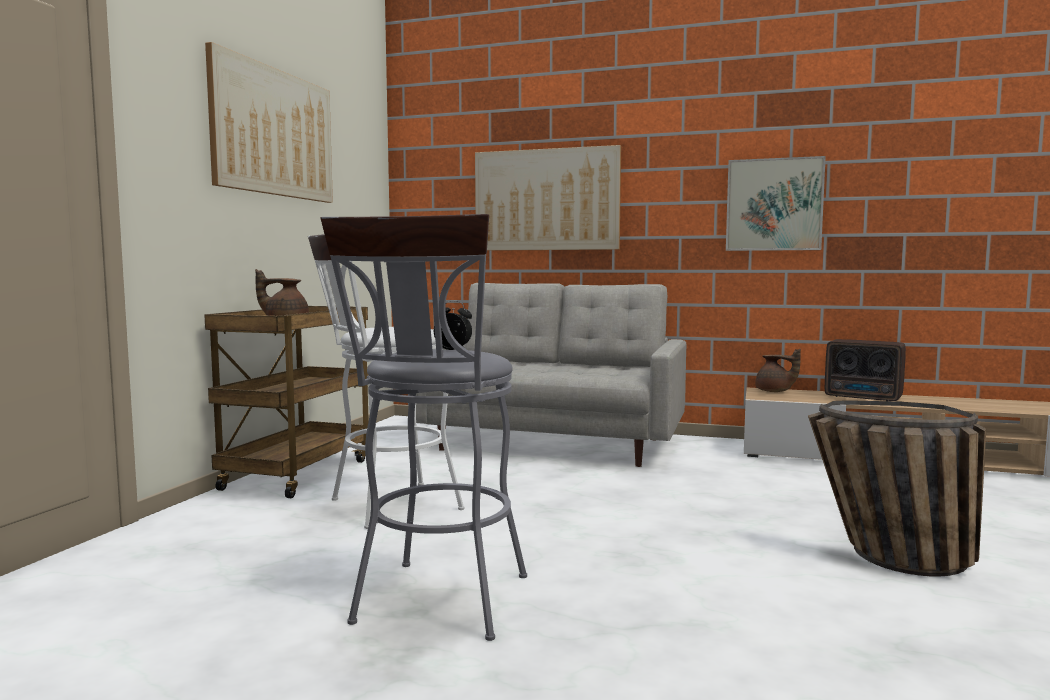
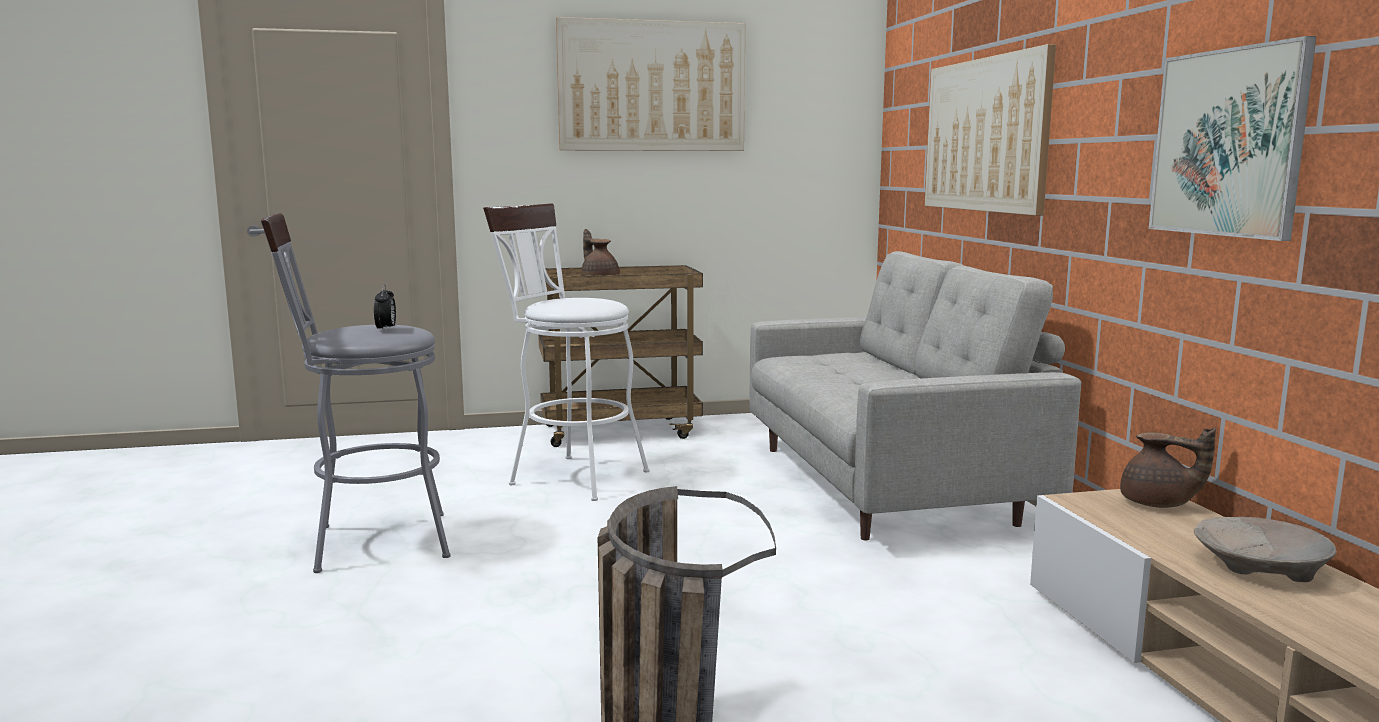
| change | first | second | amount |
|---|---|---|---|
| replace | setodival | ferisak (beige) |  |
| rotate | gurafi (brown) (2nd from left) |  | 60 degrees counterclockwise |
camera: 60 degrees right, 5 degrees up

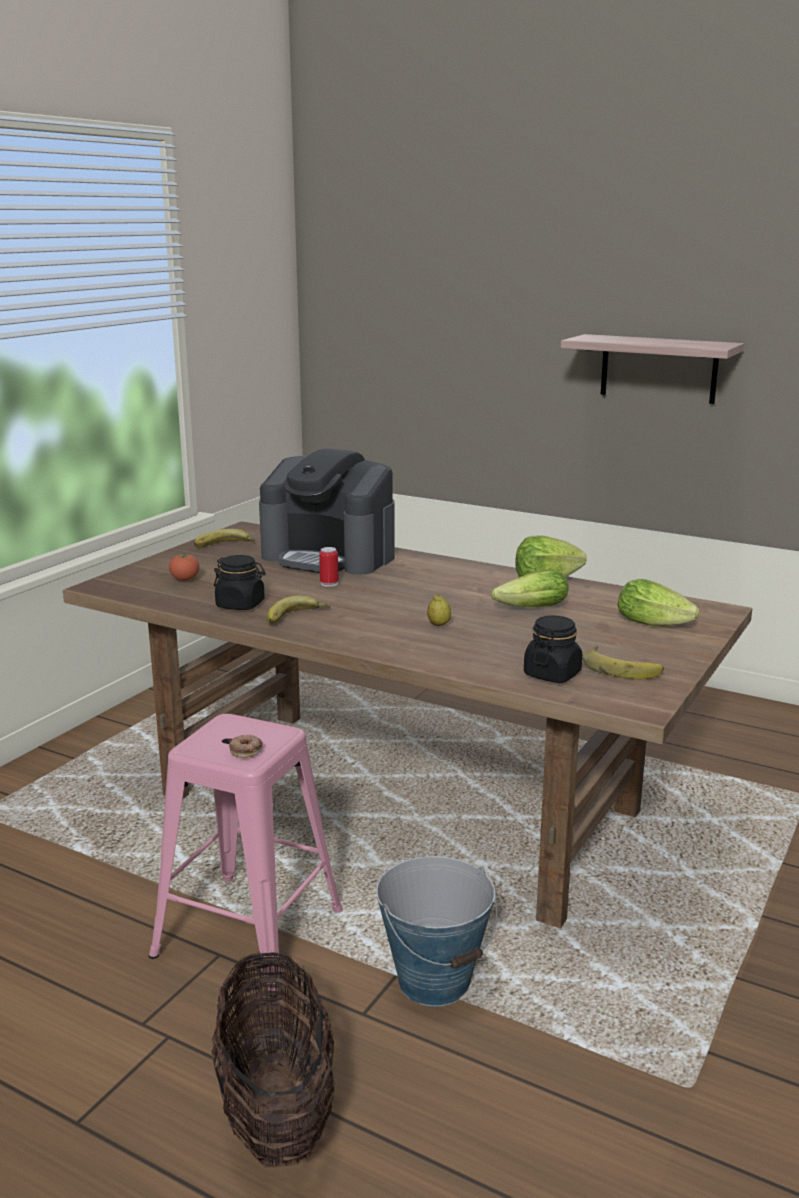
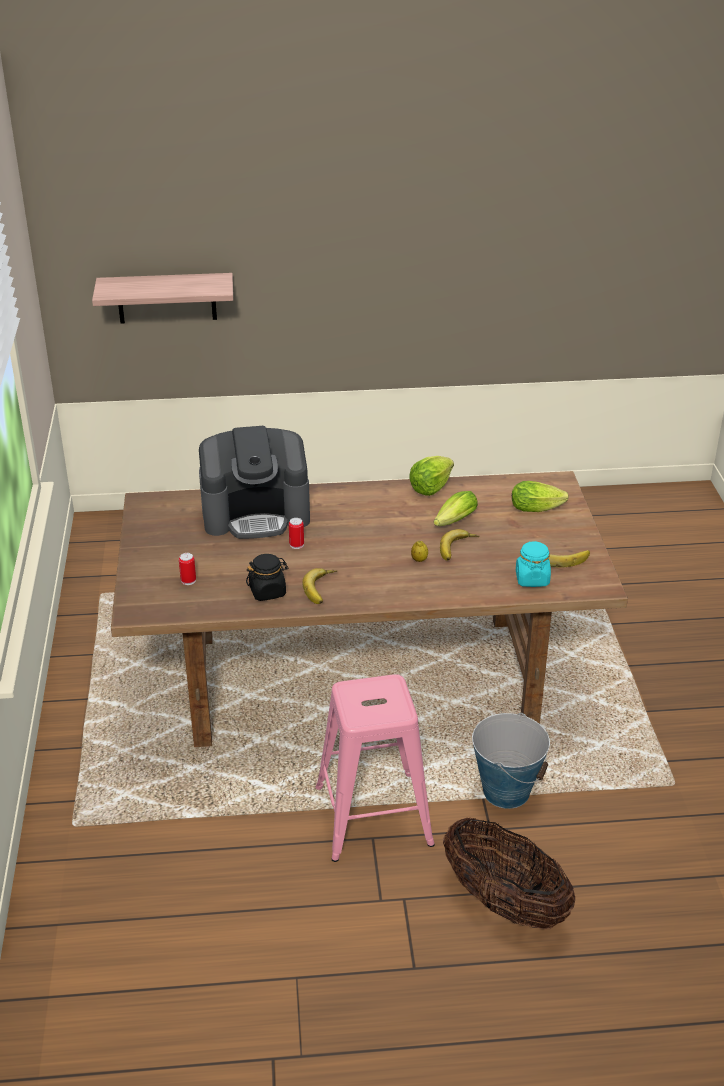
| change | first | second | amount |
|---|---|---|---|
| move | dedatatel |  |  |
| move | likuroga (1st from left in the first image) | likuroga (2nd from left) |  |
| replace | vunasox | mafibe (1st from left) |  |
| recolor | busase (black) (2nd from left) | busase (turquoise) |  |
| delete | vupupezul |  |  |
camera: 35 degrees left, 15 degrees up

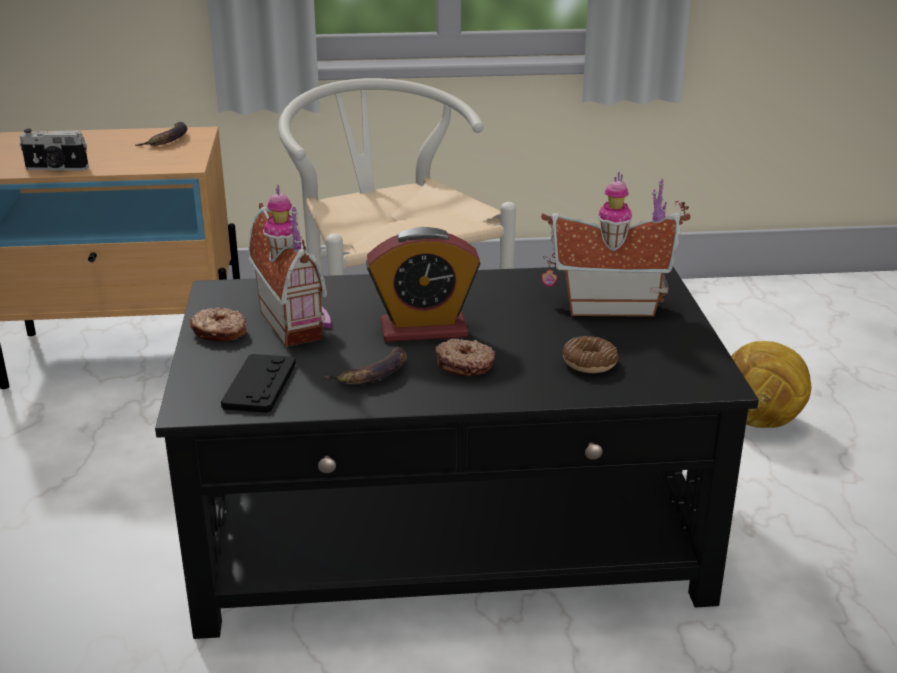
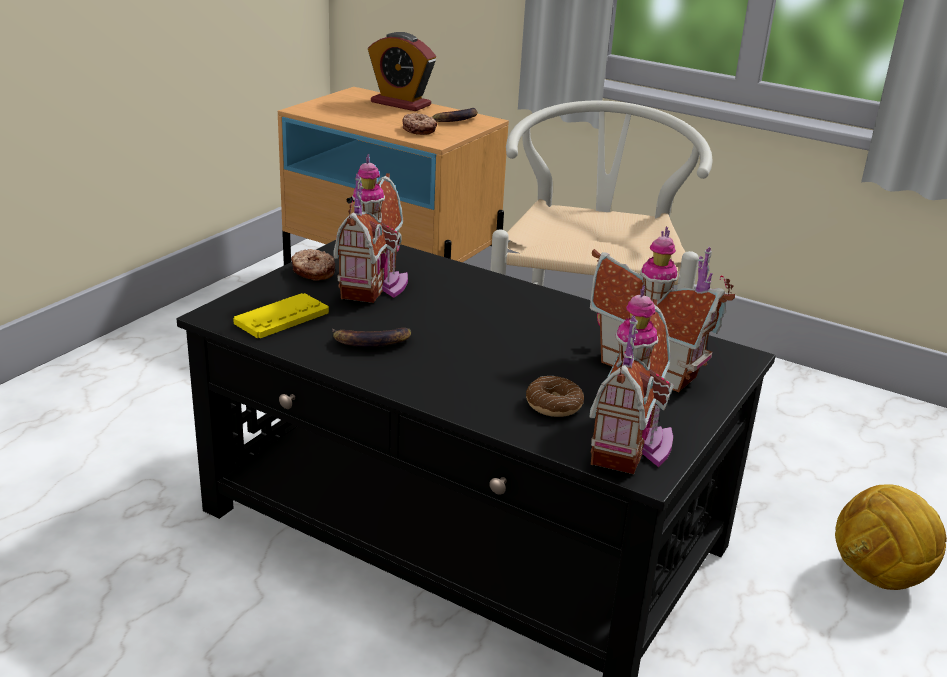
| change | first | second | amount |
|---|---|---|---|
| delete | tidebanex |  |  |
| move | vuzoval |  |  |
| move | vupupezul (2nd from left) |  |  |
| recolor | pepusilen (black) | pepusilen (yellow) |  |
| insert |  | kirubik (2nd from left) |  |
camera: 35 degrees right, 0 degrees up

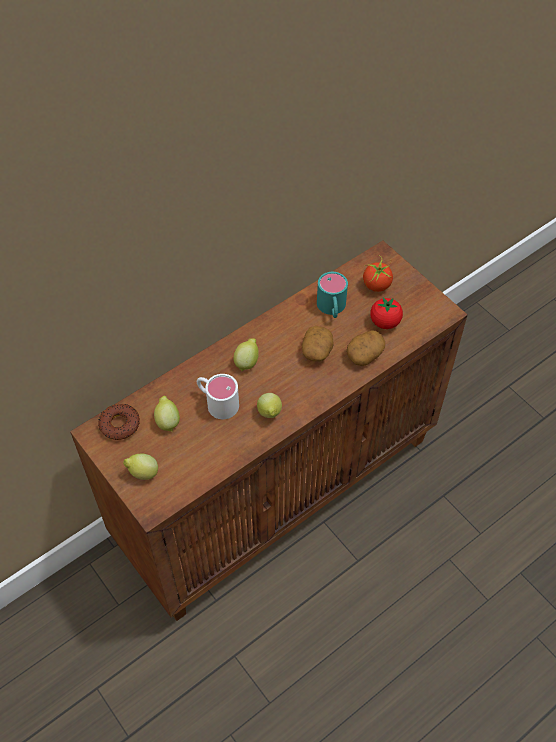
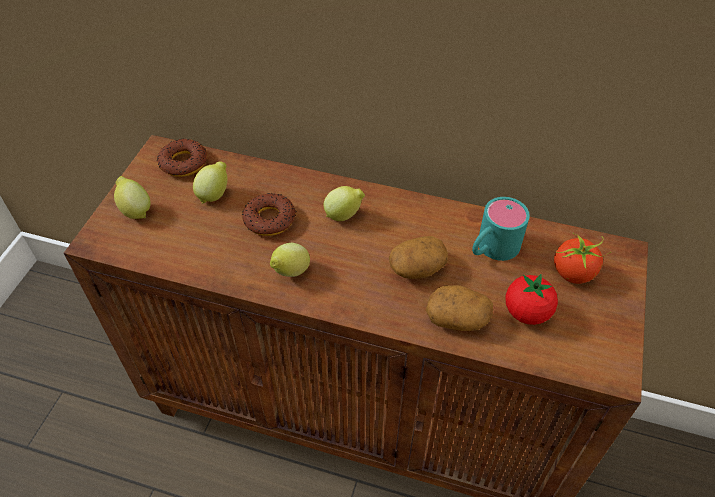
| change | first | second | amount |
|---|---|---|---|
| replace | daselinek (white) | vupupezul (2nd from left) |  |
camera: 55 degrees right, 5 degrees down

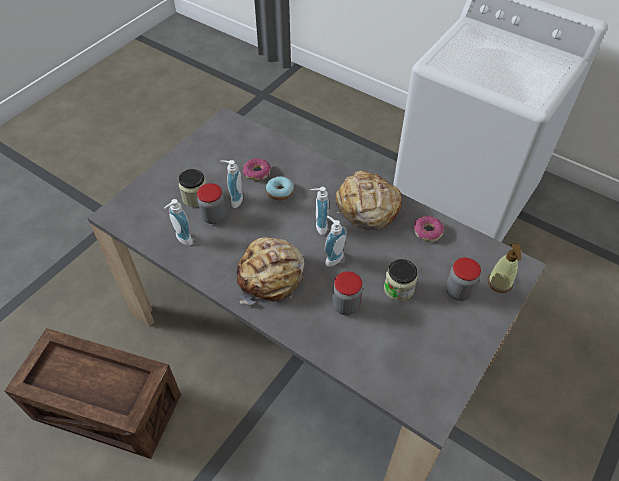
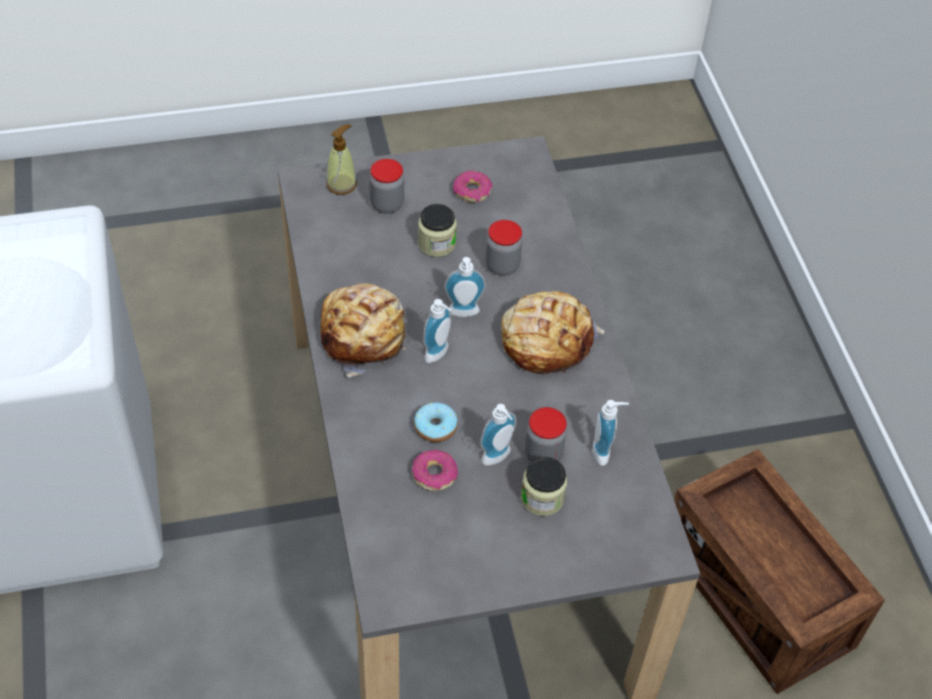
| change | first | second | amount |
|---|---|---|---|
| move | vupupezul (3rd from left) |  |  |
camera: 140 degrees left, 0 degrees up

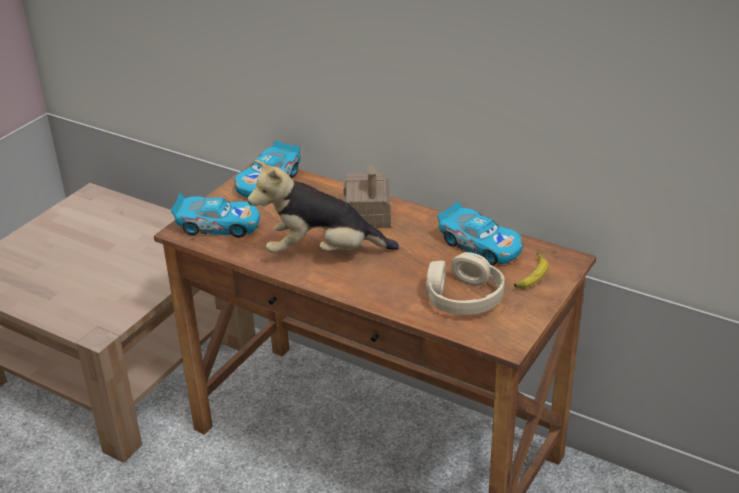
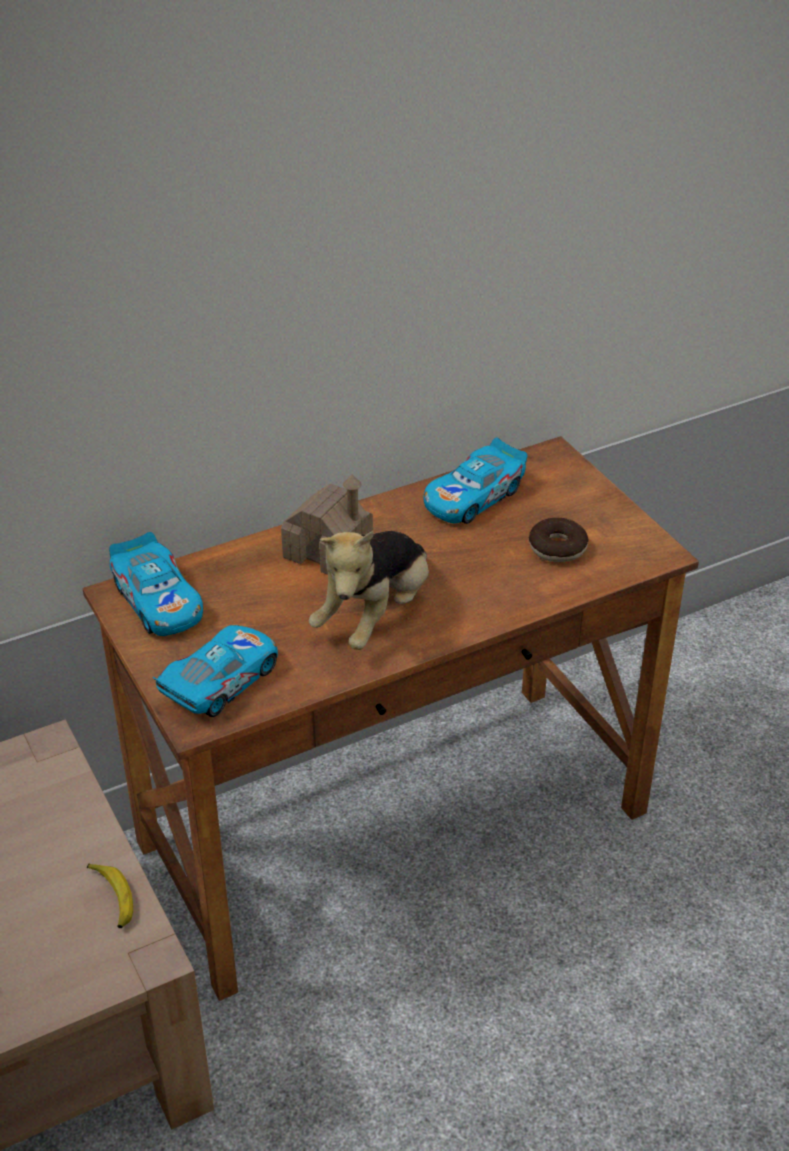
| change | first | second | amount |
|---|---|---|---|
| rotate | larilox (3rd from left) |  | 150 degrees clockwise |
| replace | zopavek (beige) | vupupezul |  |
| move | likuroga |  |  |
camera: 60 degrees left, 5 degrees up

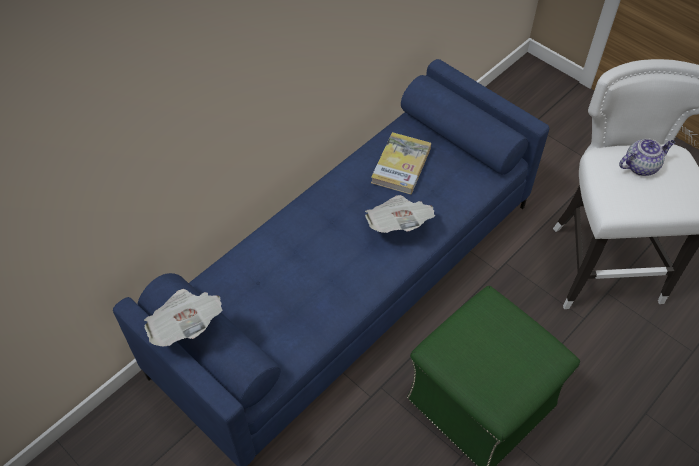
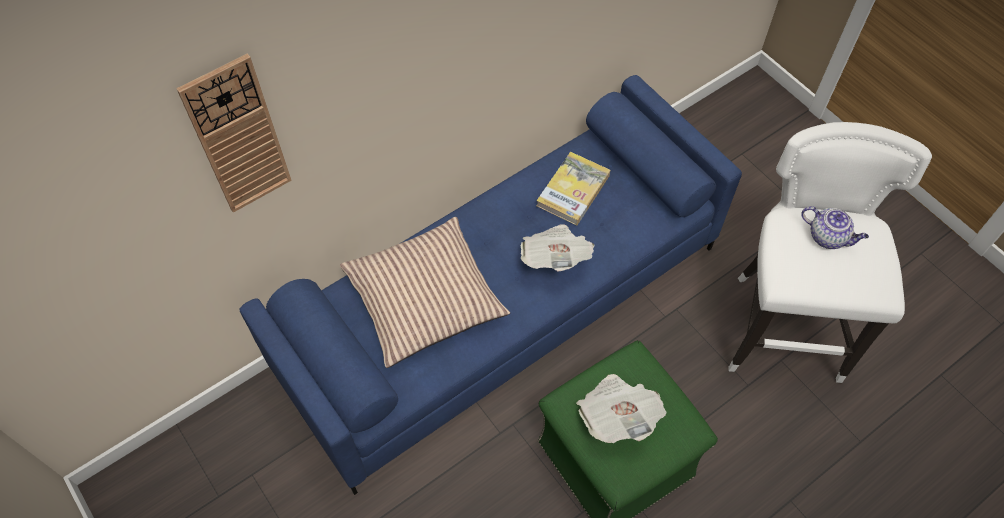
| change | first | second | amount |
|---|---|---|---|
| rotate | gurafi |  | 45 degrees clockwise |
| move | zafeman (1st from left in the first image) | zafeman (2nd from left) |  |
| insert |  | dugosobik |  |
| insert |  | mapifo |  |
camera: 10 degrees right, 5 degrees up

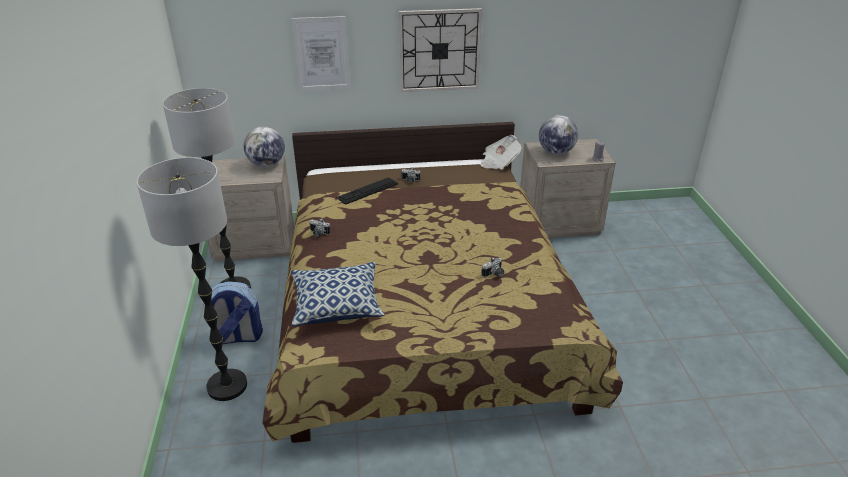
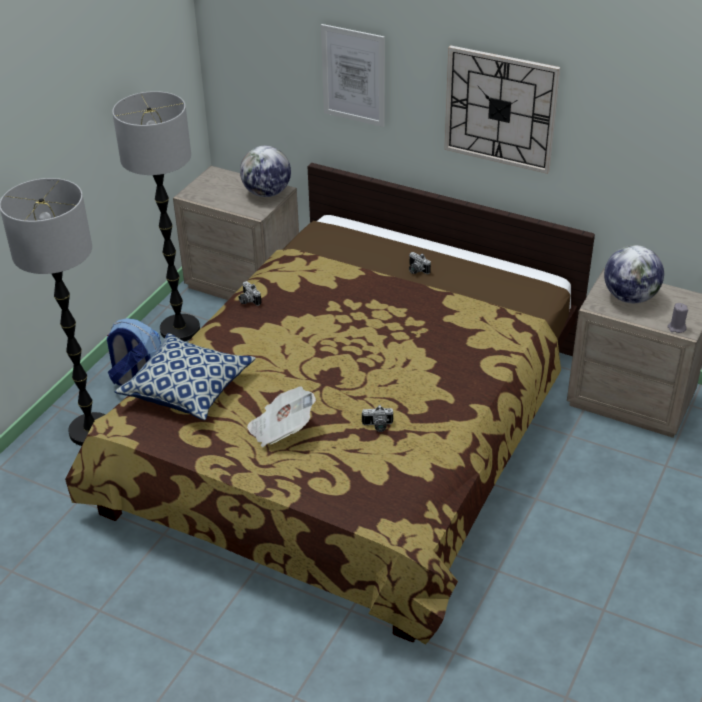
| change | first | second | amount |
|---|---|---|---|
| move | zafeman |  |  |
| delete | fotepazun |  |  |
camera: 35 degrees right, 5 degrees up

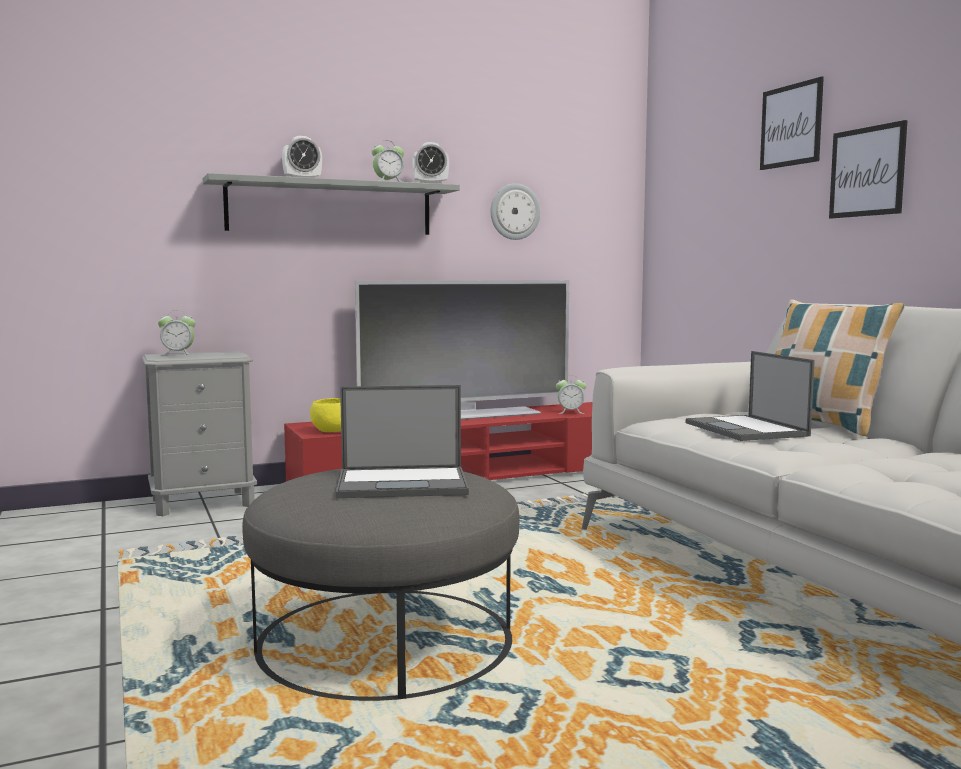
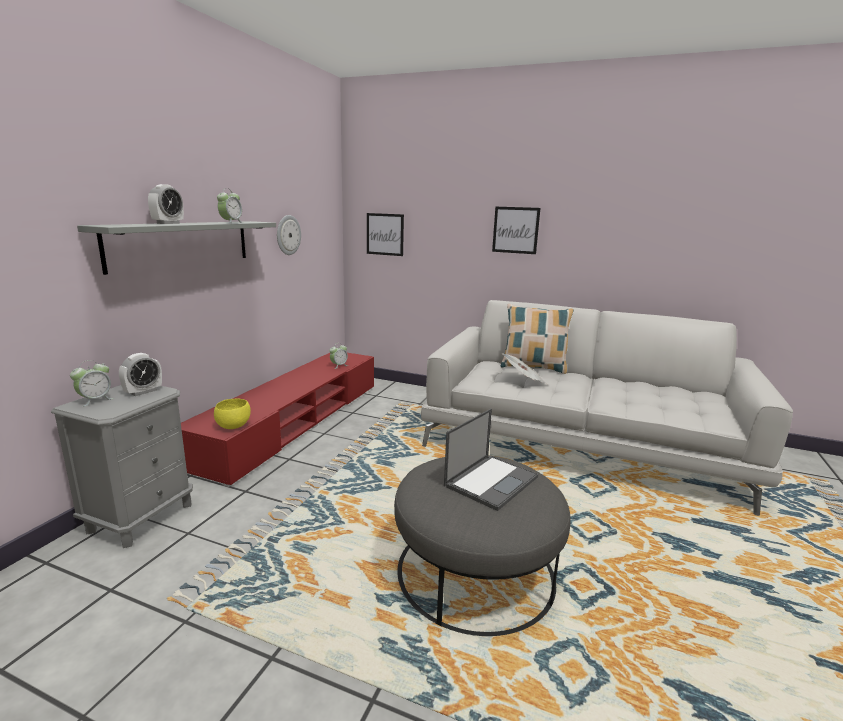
| change | first | second | amount |
|---|---|---|---|
| move | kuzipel (1st from left) |  |  |
| move | vuzoval (4th from left in the first image) | vuzoval (2nd from left) |  |
| delete | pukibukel |  |  |
| replace | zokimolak (2nd from left) | zafeman |  |
camera: 45 degrees left, 10 degrees up

